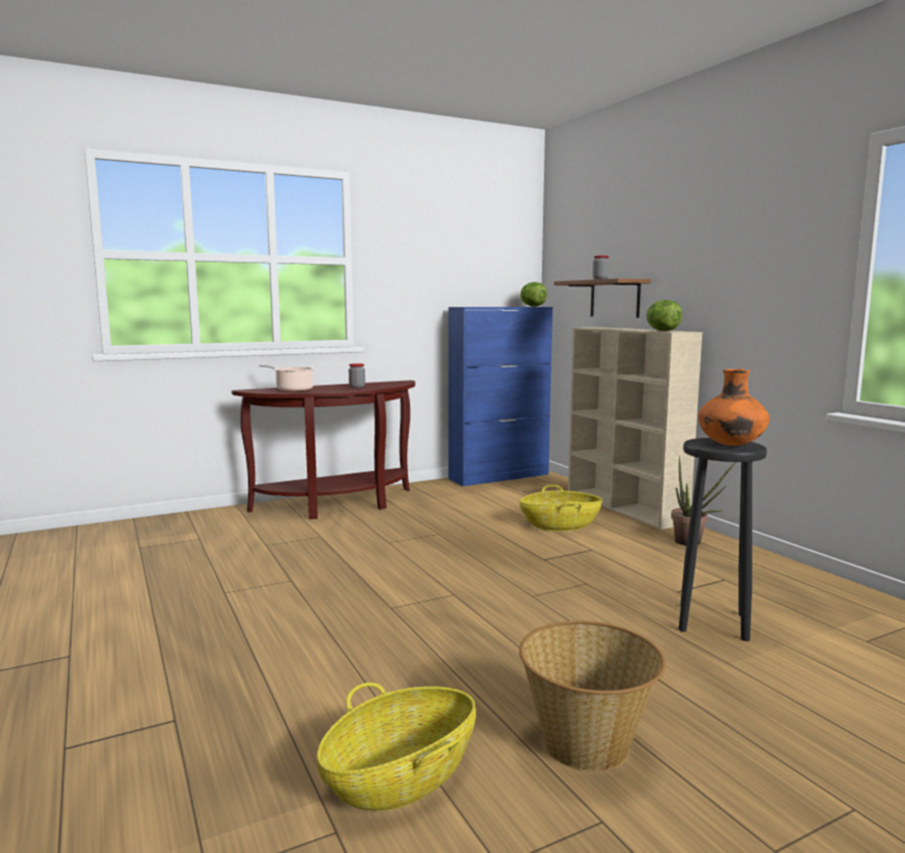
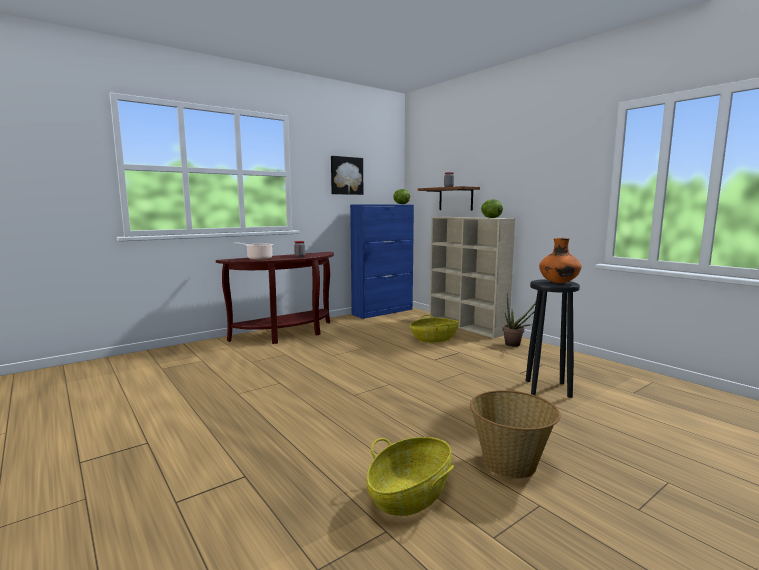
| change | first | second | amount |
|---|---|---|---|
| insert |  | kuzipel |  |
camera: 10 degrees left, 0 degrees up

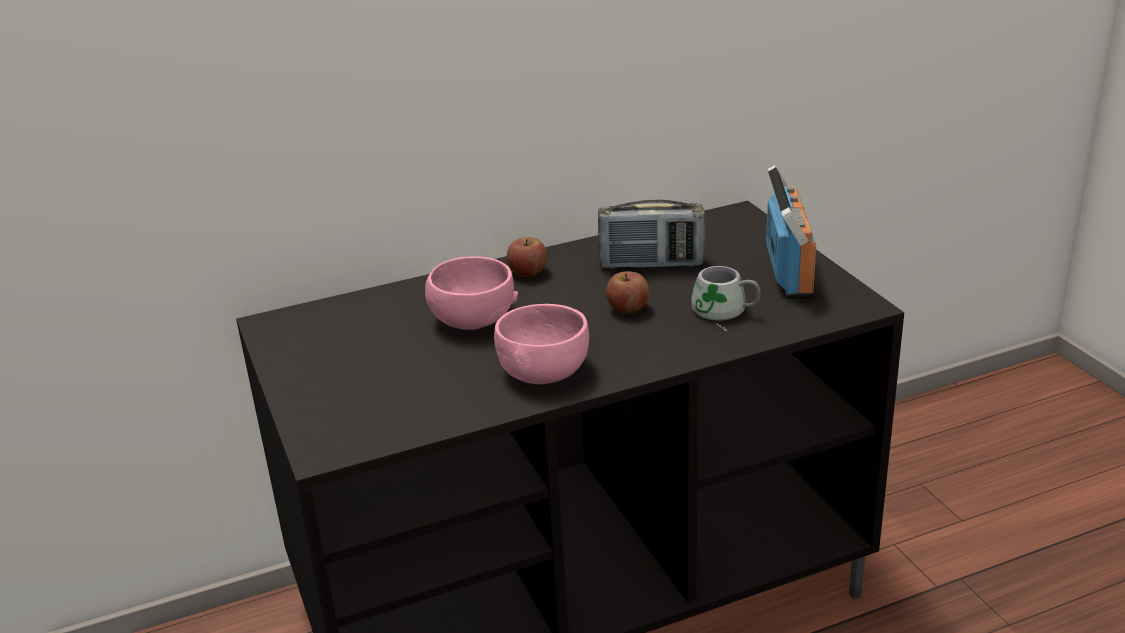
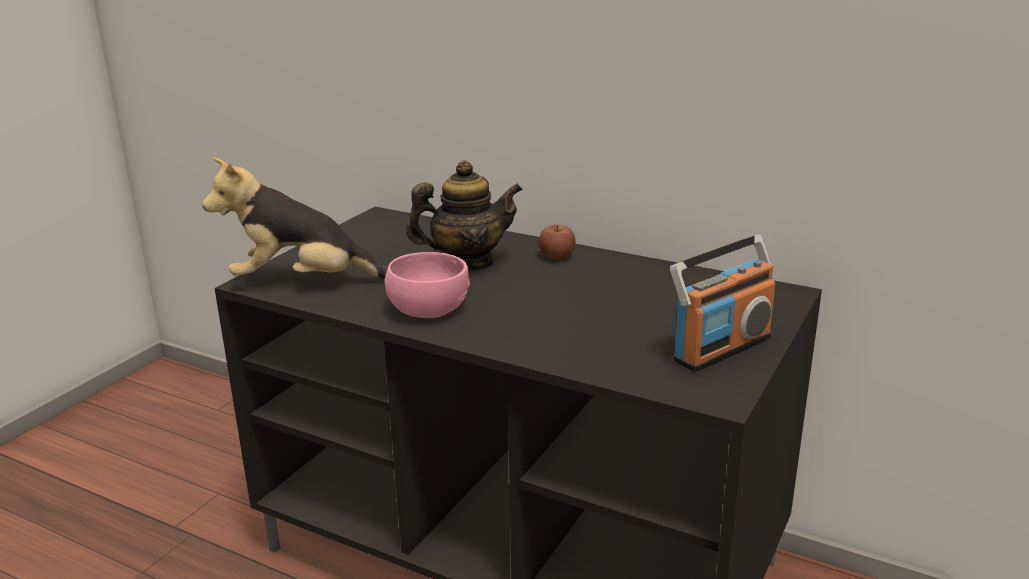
| change | first | second | amount |
|---|---|---|---|
| delete | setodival (1st from left) |  |  |
| replace | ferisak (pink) (1st from left) | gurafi |  |
| delete | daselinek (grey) |  |  |
| delete | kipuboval (2nd from left) |  |  |
| insert |  | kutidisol |  |
camera: 50 degrees right, 5 degrees down

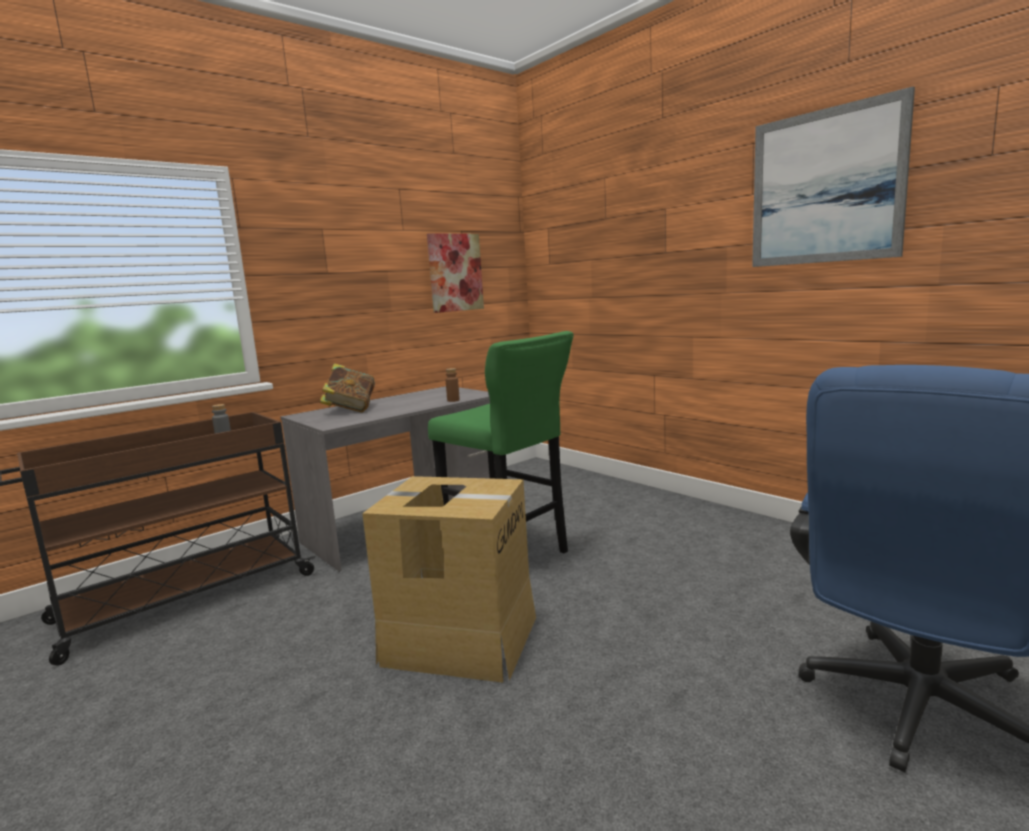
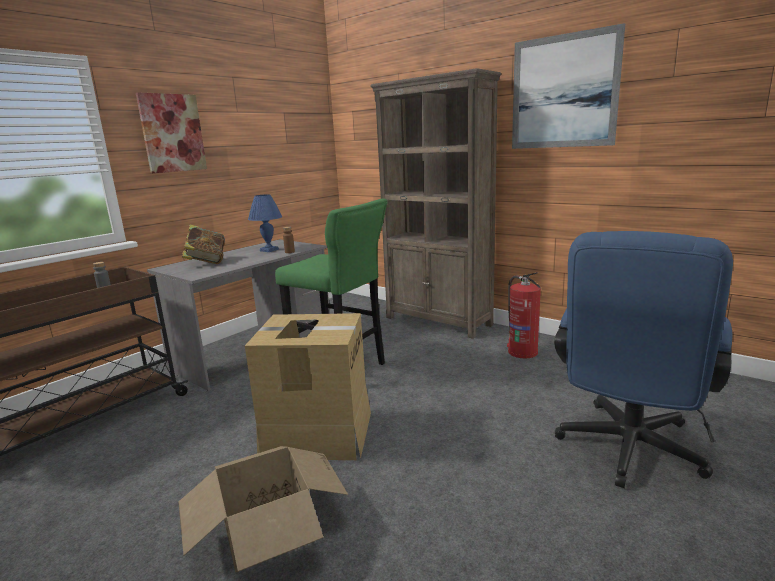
| change | first | second | amount |
|---|---|---|---|
| move | kuzipel (1st from left) |  |  |
| insert |  | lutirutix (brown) |  |
| insert |  | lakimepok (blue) |  |
| insert |  | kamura |  |
| insert |  | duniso (1st from left) |  |
camera: 10 degrees left, 5 degrees up

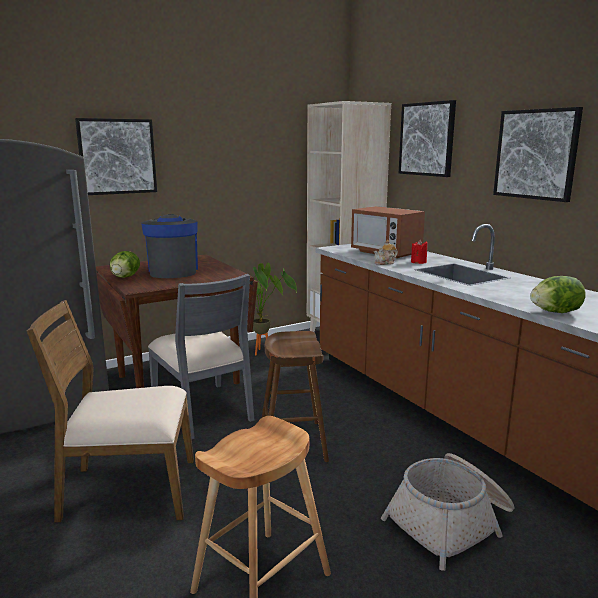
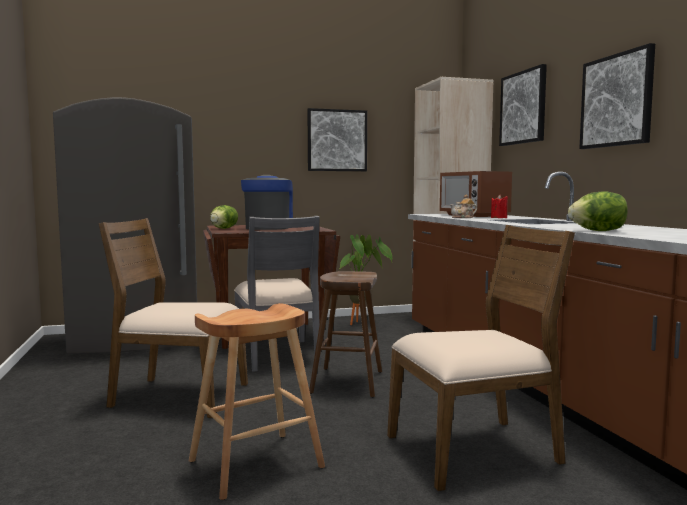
| change | first | second | amount |
|---|---|---|---|
| move | kuzipel (1st from left) |  |  |
| replace | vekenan | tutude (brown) (2nd from left) |  |
camera: 15 degrees right, 10 degrees down

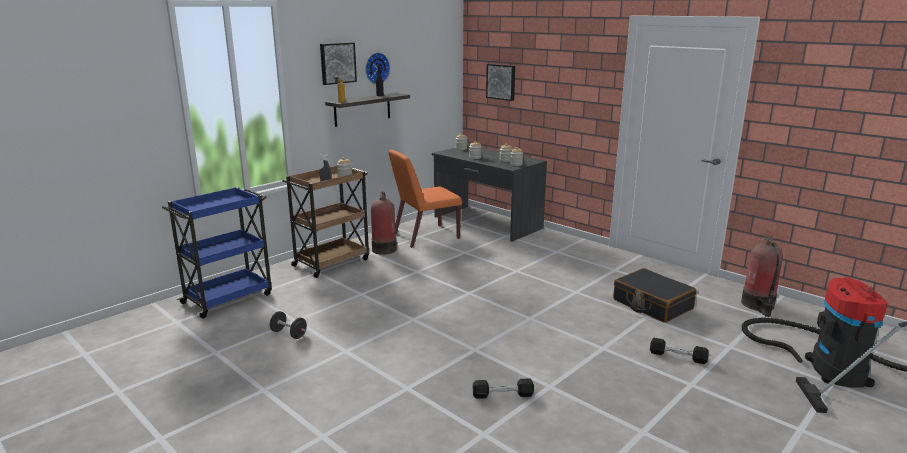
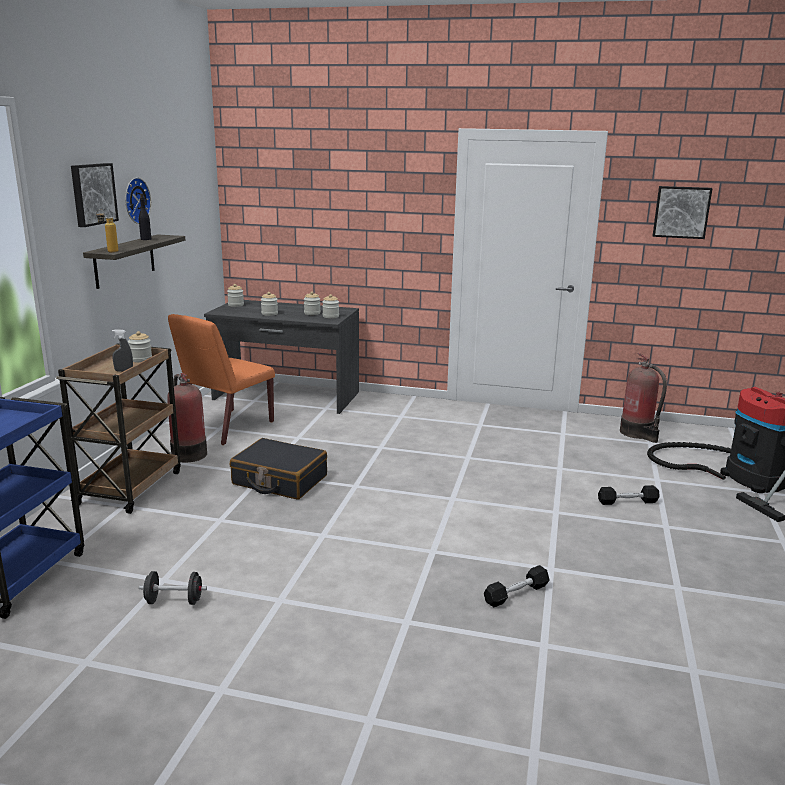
| change | first | second | amount |
|---|---|---|---|
| move | kuzipel (2nd from left) |  |  |
| move | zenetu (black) |  |  |
camera: 30 degrees left, 0 degrees up

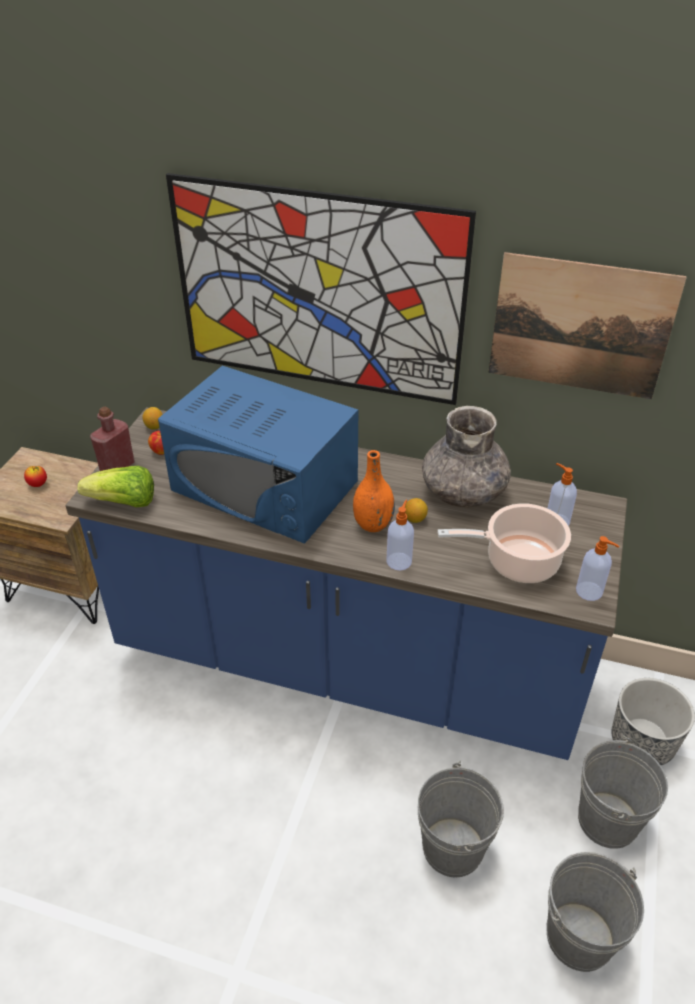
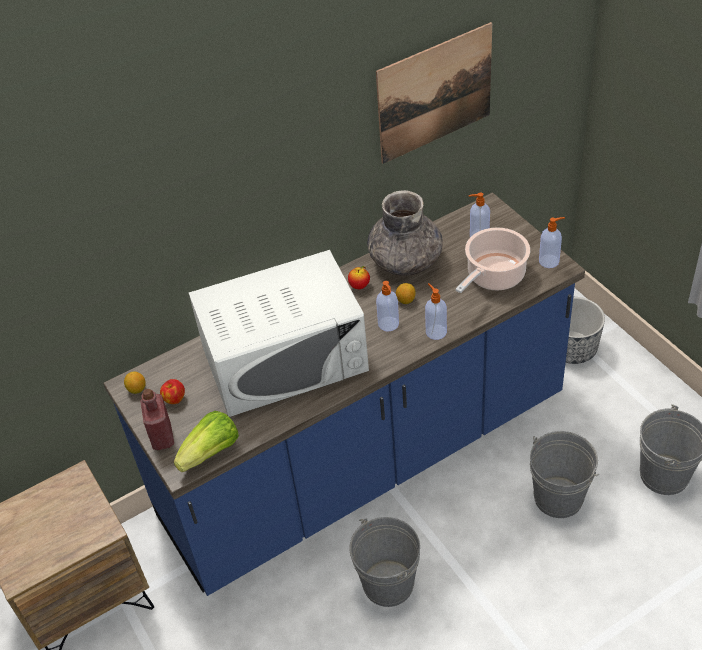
| change | first | second | amount |
|---|---|---|---|
| delete | kuzipel (1st from left) |  |  |
| recolor | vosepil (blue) | vosepil (white) |  |
| replace | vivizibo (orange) | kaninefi (1st from left) |  |
| move | kipuboval (1st from left in the first image) | kipuboval (2nd from left) |  |
| move | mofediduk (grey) (3rd from left in the first image) | mofediduk (grey) (1st from left) |  |
camera: 45 degrees left, 5 degrees up

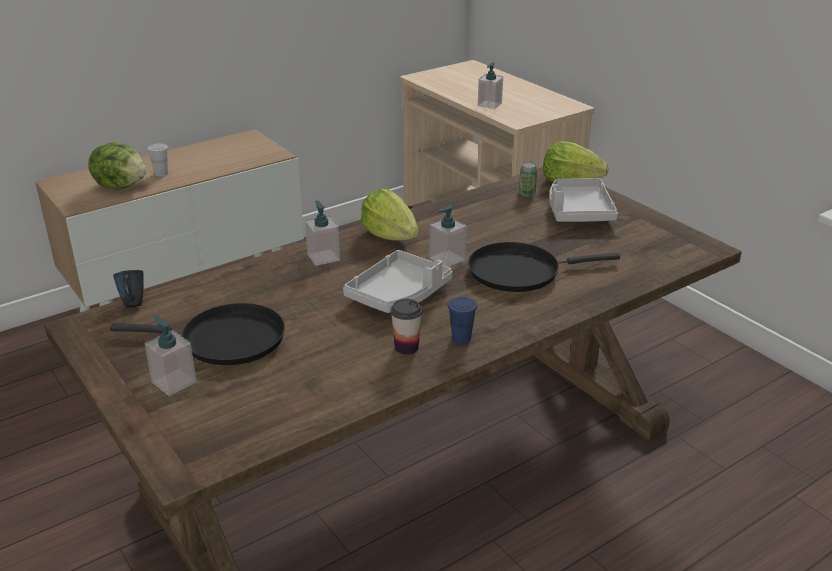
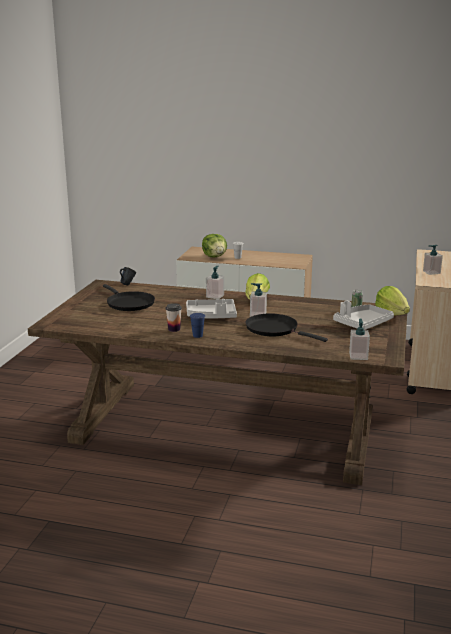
| change | first | second | amount |
|---|---|---|---|
| move | kaninefi (1st from left in the first image) | kaninefi (3rd from left) |  |
camera: 50 degrees right, 10 degrees down

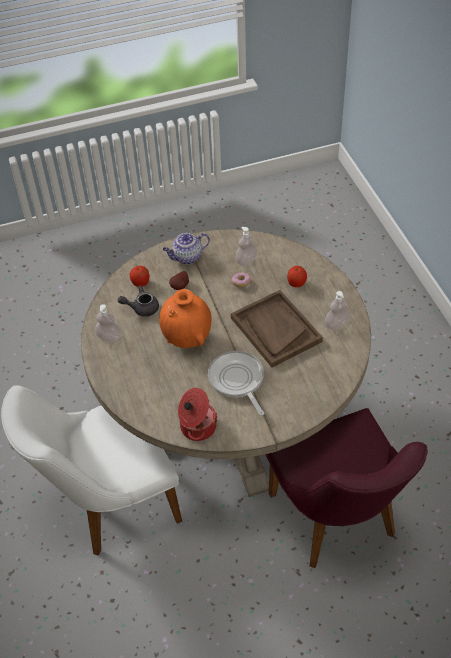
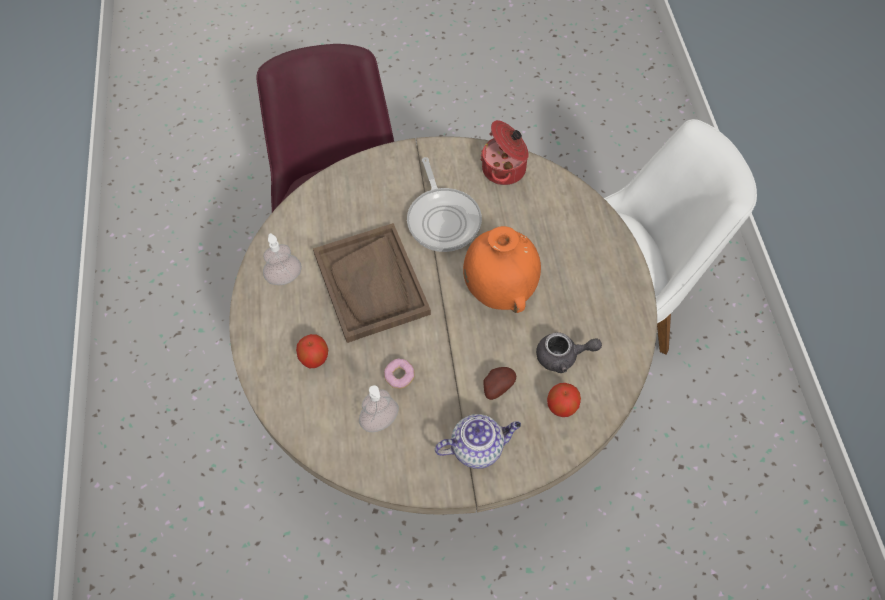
| change | first | second | amount |
|---|---|---|---|
| delete | kaninefi (1st from left) |  |  |
camera: 170 degrees left, 10 degrees up

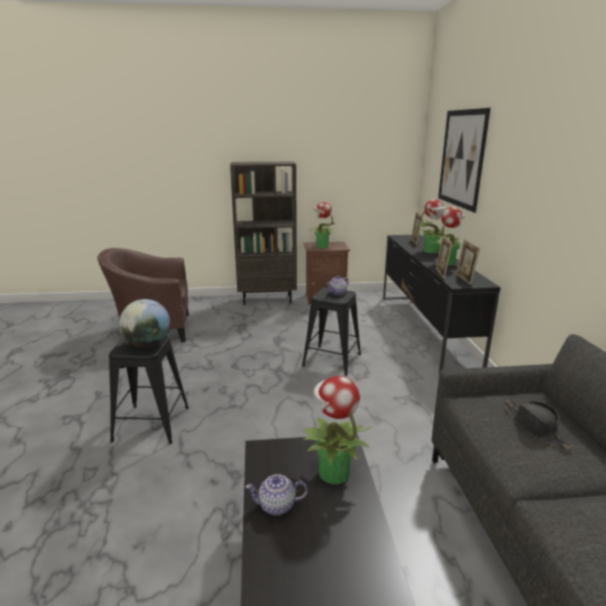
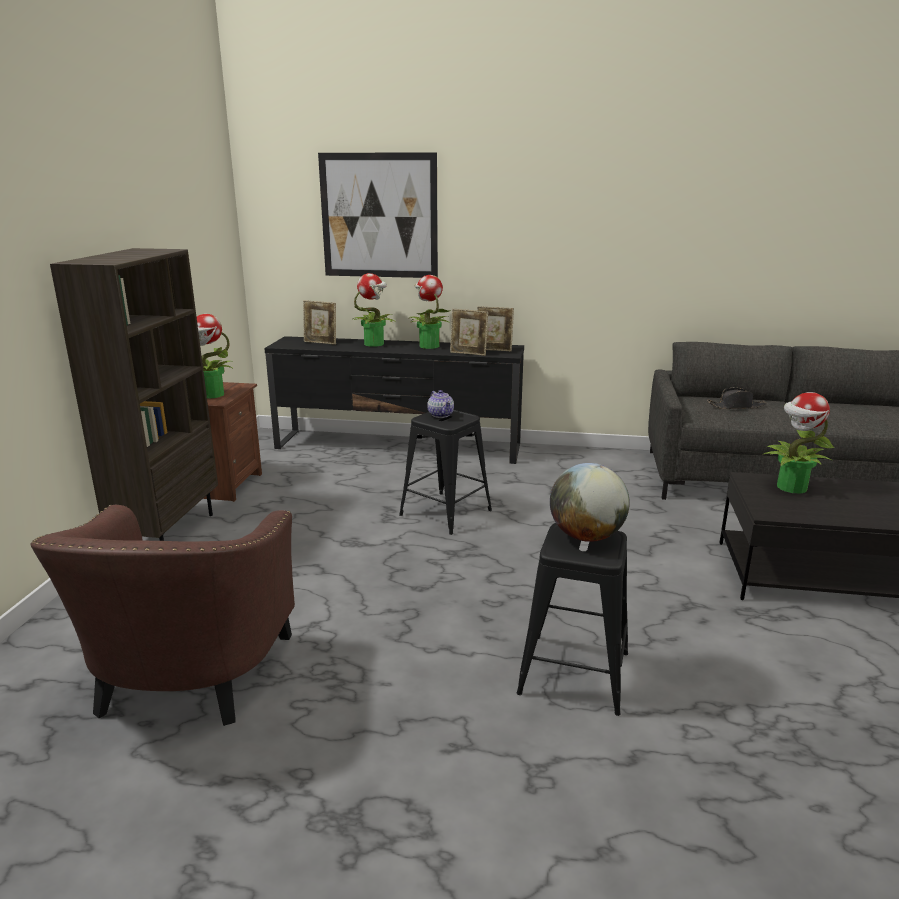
| change | first | second | amount |
|---|---|---|---|
| delete | gurafi (1st from left) |  |  |
camera: 75 degrees left, 0 degrees up

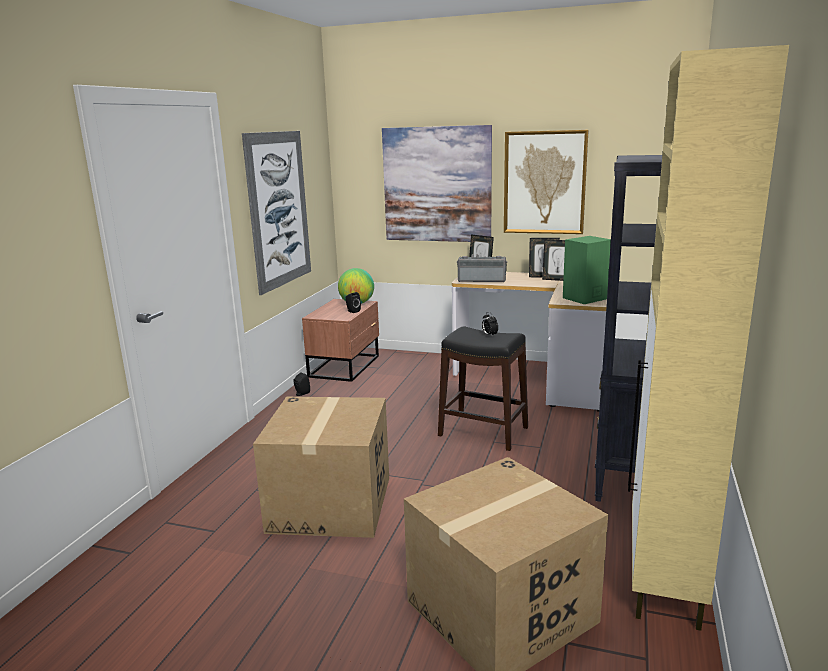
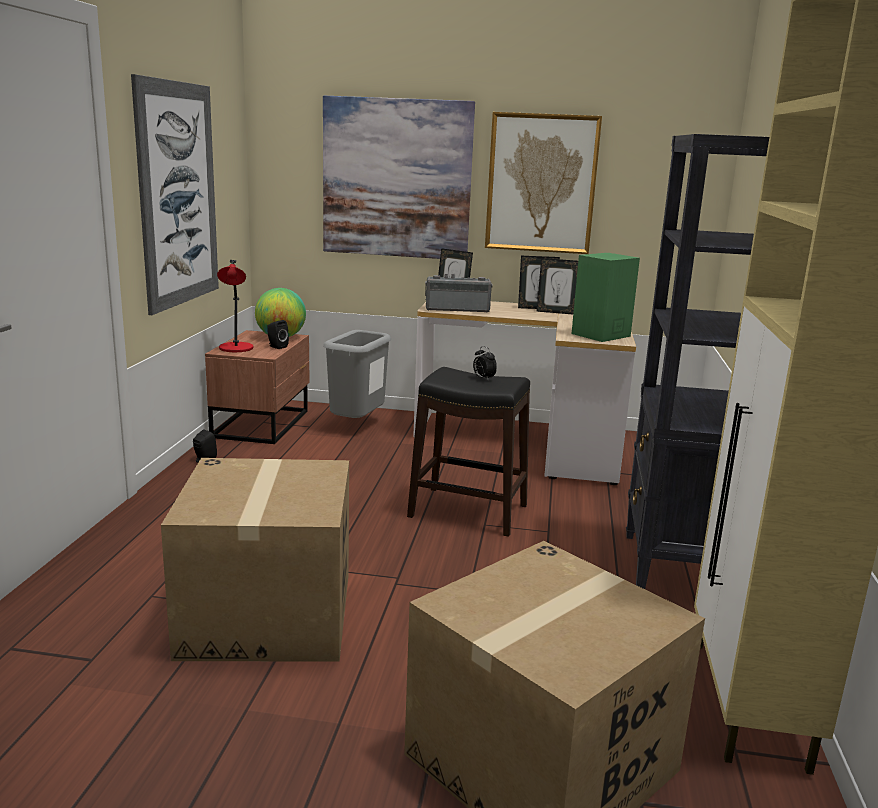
| change | first | second | amount |
|---|---|---|---|
| insert |  | lakimepok (red) |  |
| insert |  | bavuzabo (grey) |  |
camera: 10 degrees left, 0 degrees up

